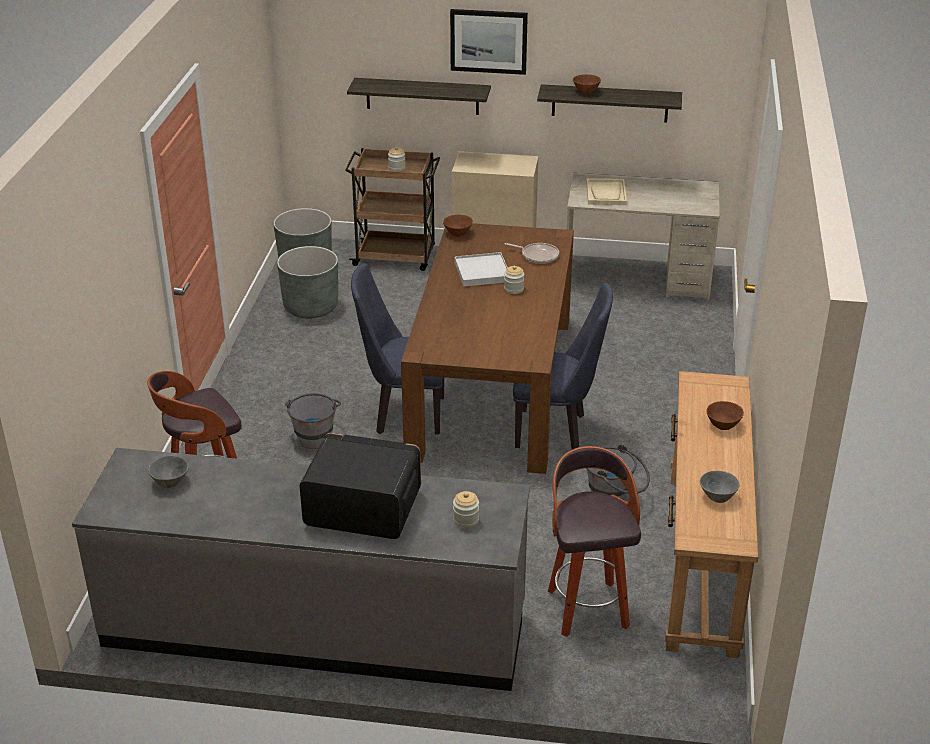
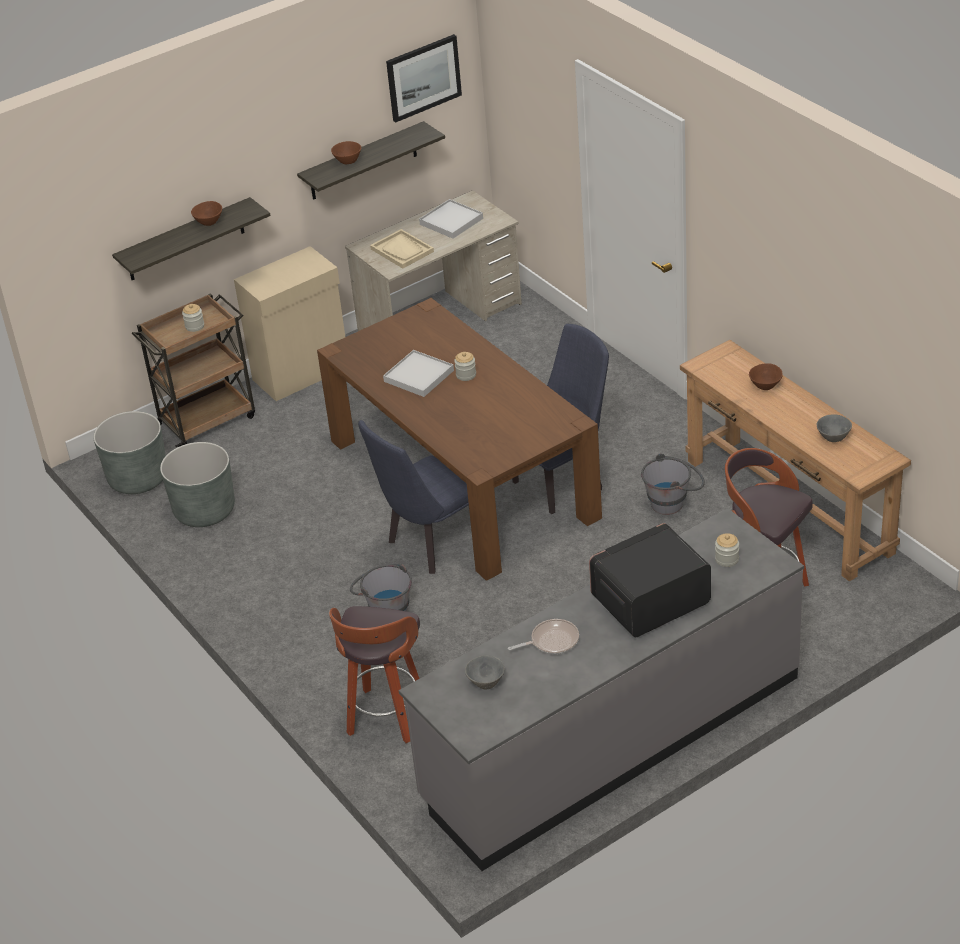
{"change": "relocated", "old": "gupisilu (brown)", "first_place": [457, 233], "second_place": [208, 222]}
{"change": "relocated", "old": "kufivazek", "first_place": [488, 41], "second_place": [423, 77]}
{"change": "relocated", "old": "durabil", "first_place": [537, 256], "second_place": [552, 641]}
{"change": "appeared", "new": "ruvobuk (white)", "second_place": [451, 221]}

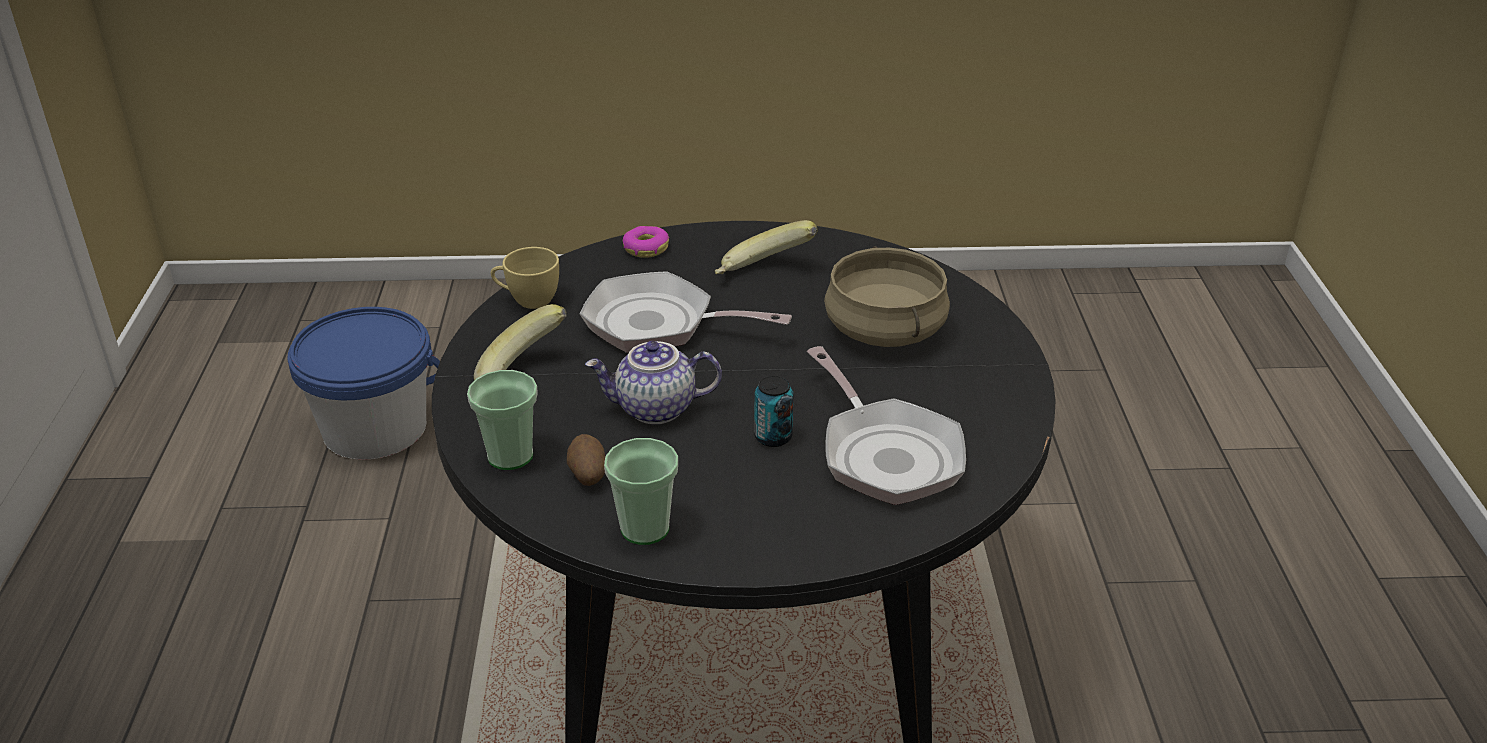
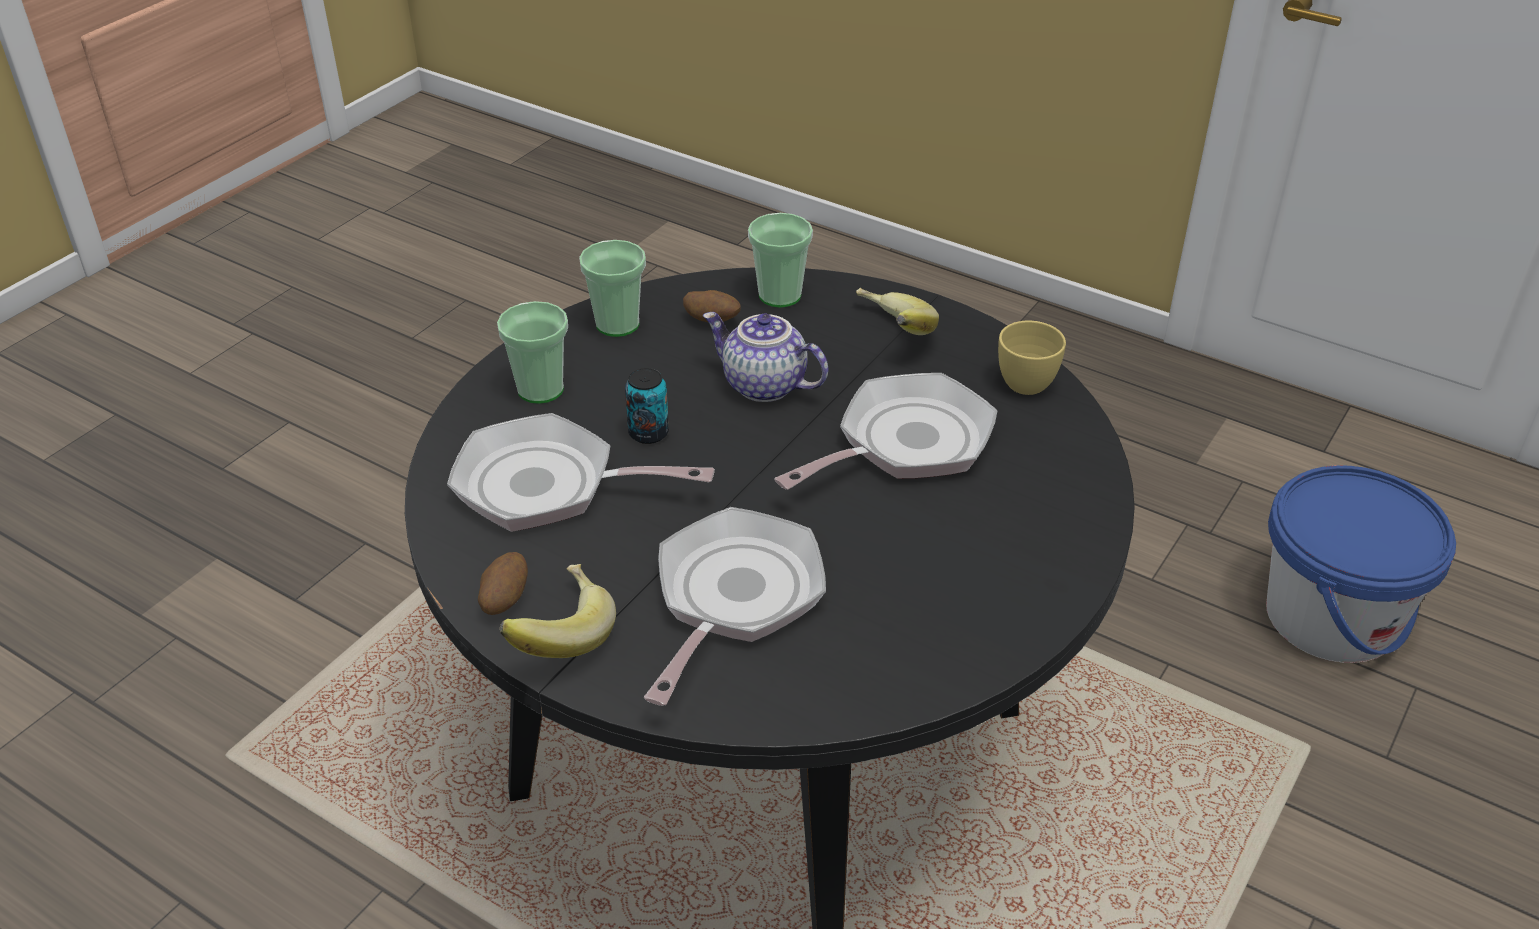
{"change": "spun", "old": "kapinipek", "first_place": [655, 409], "second_place": [762, 386], "degrees": -90}
{"change": "missing", "old": "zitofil", "first_place": [645, 248]}
{"change": "relocated", "old": "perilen", "first_place": [764, 274], "second_place": [558, 634]}
{"change": "exchanged", "old": "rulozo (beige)", "new": "durabil", "first_place": [886, 330], "second_place": [734, 598]}
{"change": "appeared", "new": "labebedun", "second_place": [504, 600]}
{"change": "appeared", "new": "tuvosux", "second_place": [540, 389]}

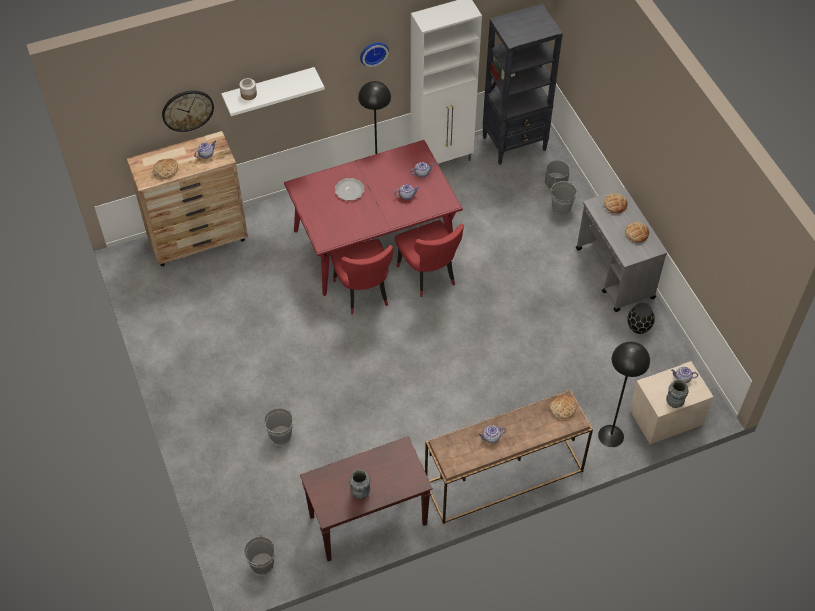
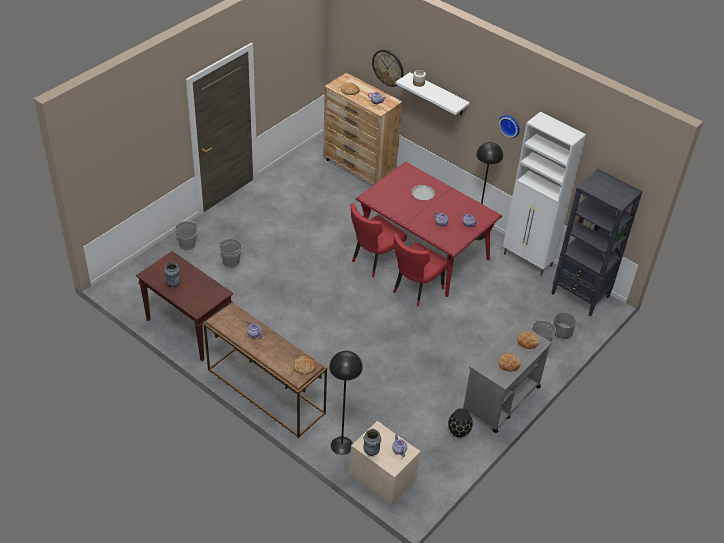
{"change": "relocated", "old": "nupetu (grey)", "first_place": [262, 563], "second_place": [187, 244]}

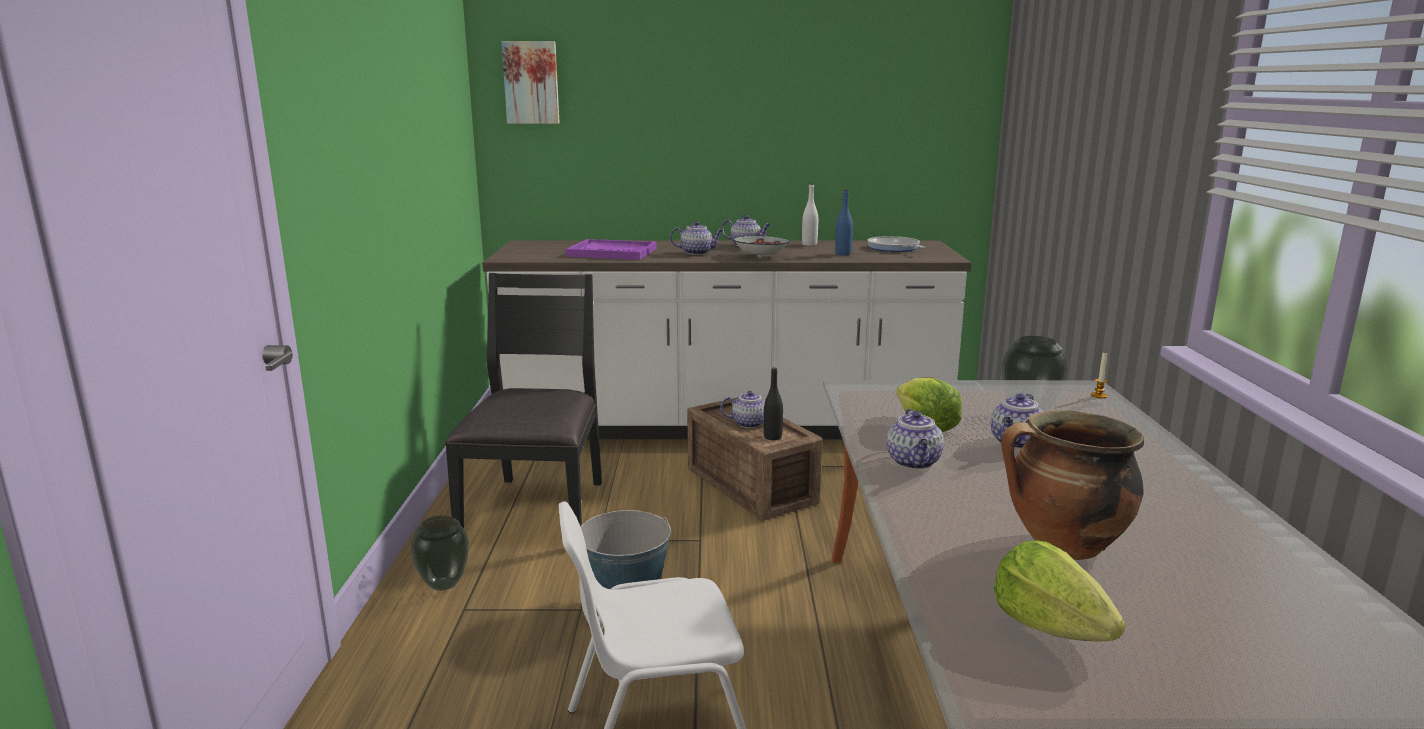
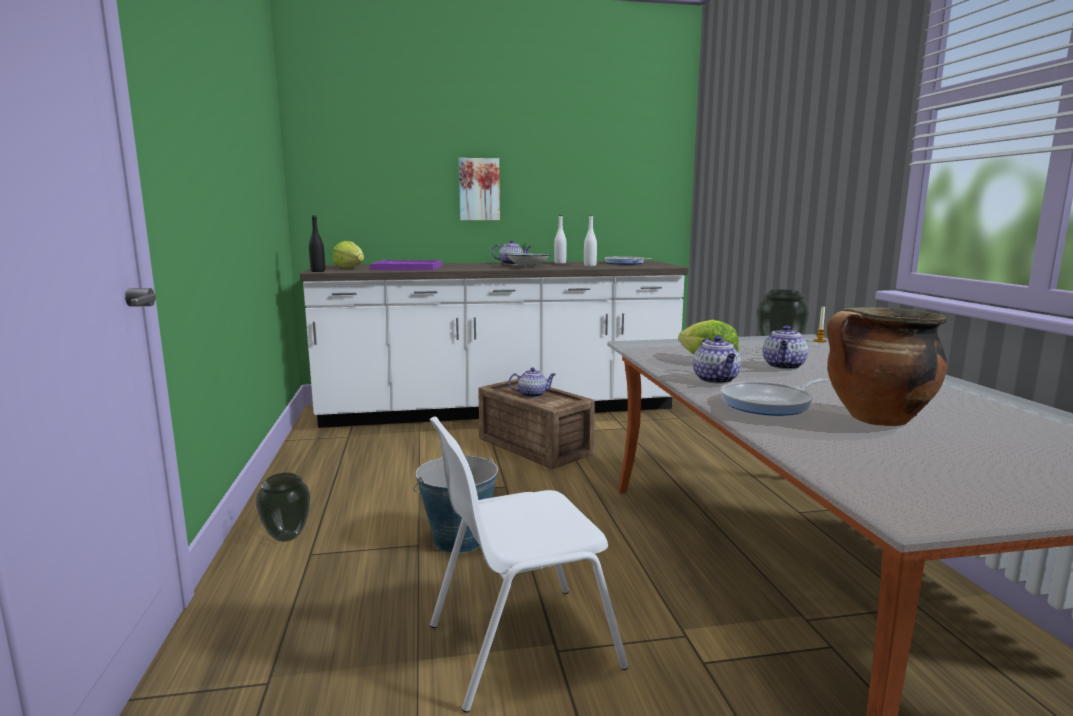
{"change": "missing", "old": "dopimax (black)", "first_place": [537, 510]}
{"change": "relocated", "old": "kufivazek", "first_place": [531, 83], "second_place": [479, 189]}
{"change": "missing", "old": "kapinipek", "first_place": [697, 252]}
{"change": "relocated", "old": "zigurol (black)", "first_place": [772, 437], "second_place": [318, 271]}
{"change": "colour", "old": "zigurol (blue)", "new": "zigurol (white)", "first_place": [843, 254], "second_place": [590, 265]}
{"change": "relocated", "old": "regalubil", "first_place": [1049, 626], "second_place": [350, 268]}
{"change": "appeared", "new": "durabil", "second_place": [770, 403]}

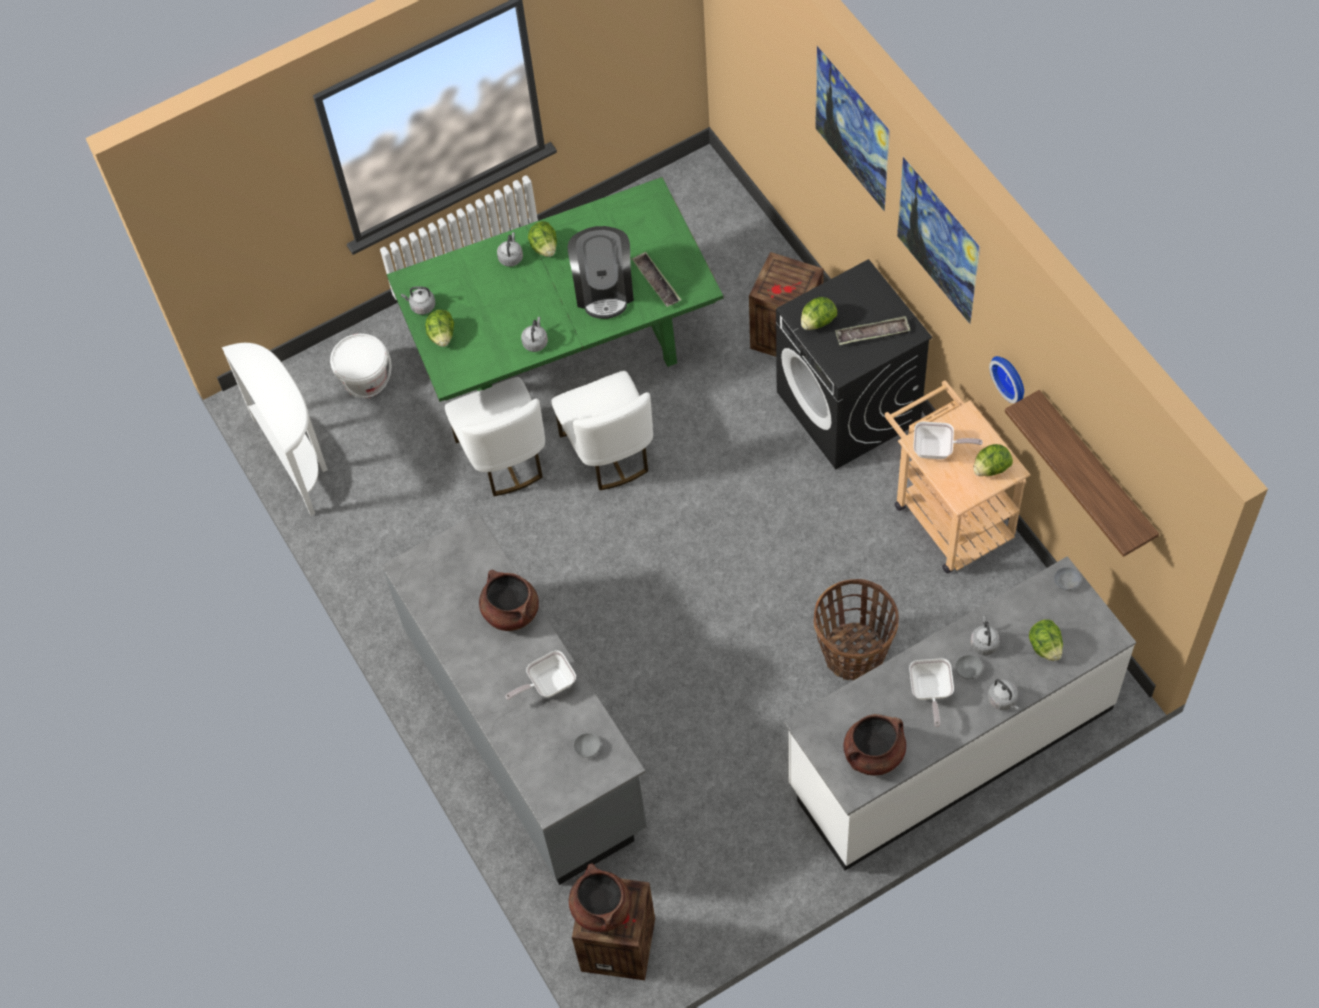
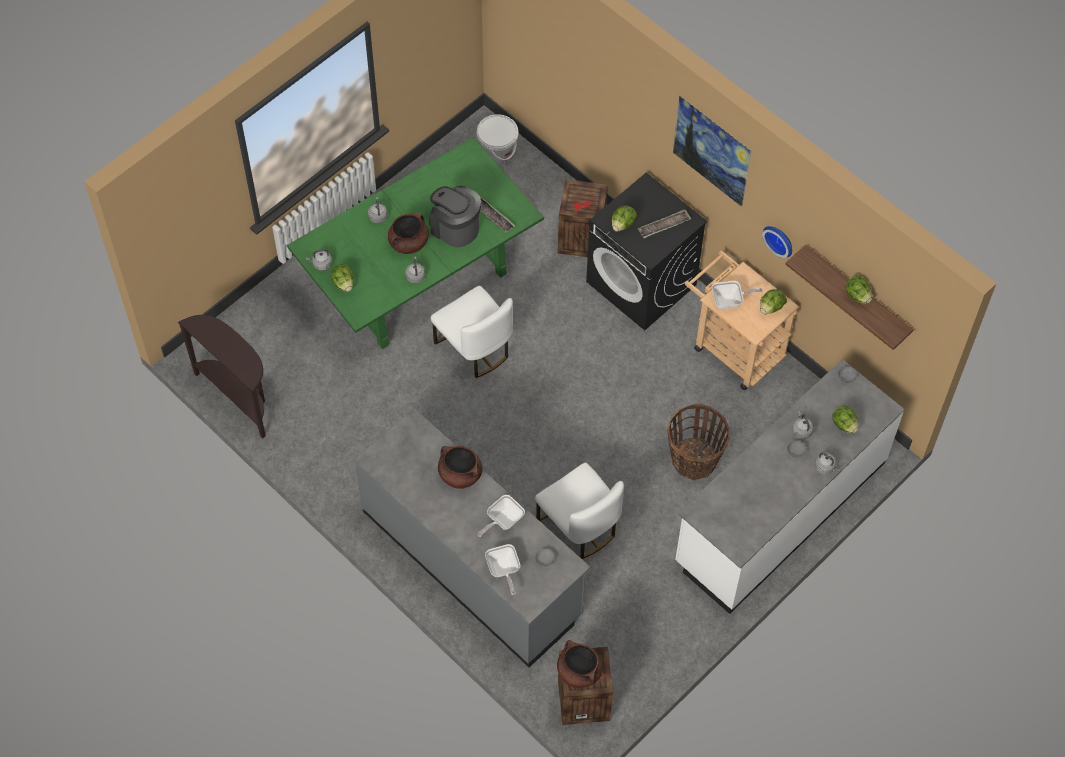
{"change": "colour", "old": "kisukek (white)", "new": "kisukek (brown)", "first_place": [297, 458], "second_place": [238, 397]}
{"change": "relocated", "old": "nupetu (white)", "first_place": [365, 380], "second_place": [497, 149]}
{"change": "relocated", "old": "dopimax (white)", "first_place": [504, 457], "second_place": [579, 526]}
{"change": "relocated", "old": "regalubil", "first_place": [544, 247], "second_place": [857, 296]}
{"change": "spun", "old": "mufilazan", "first_place": [604, 289], "second_place": [455, 227], "degrees": 150}
{"change": "missing", "old": "kufivazek", "first_place": [850, 149]}
{"change": "relocated", "old": "rulozo (brown)", "first_place": [873, 754], "second_place": [408, 243]}
{"change": "relocated", "old": "durabil", "first_place": [930, 692], "second_place": [503, 570]}

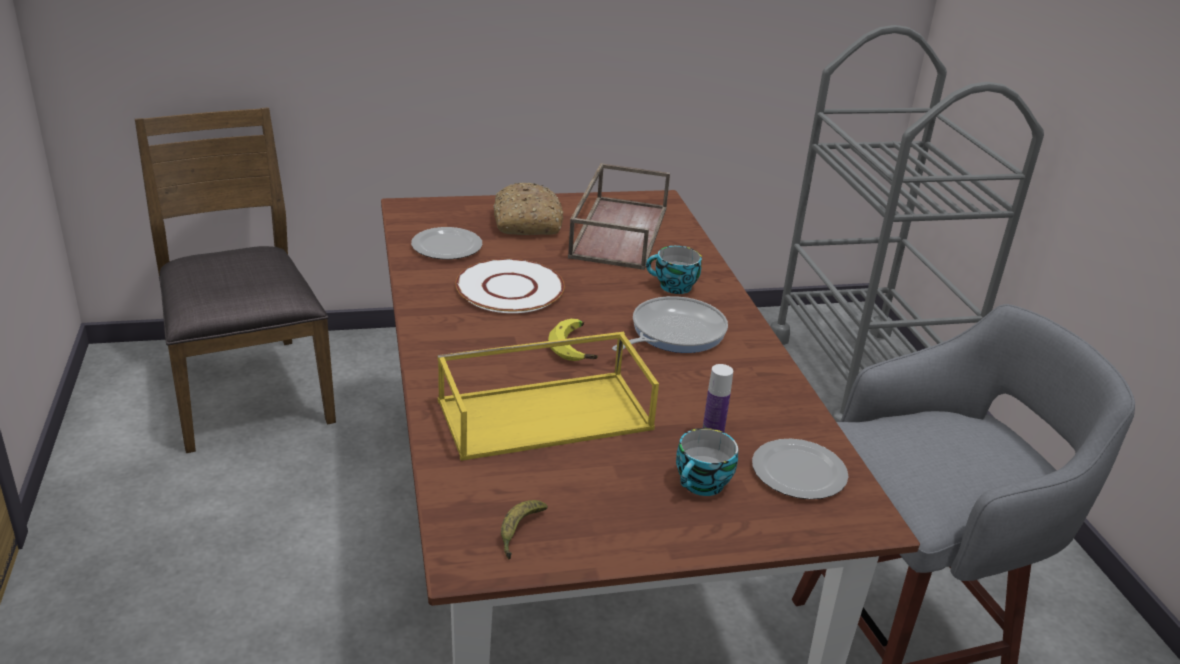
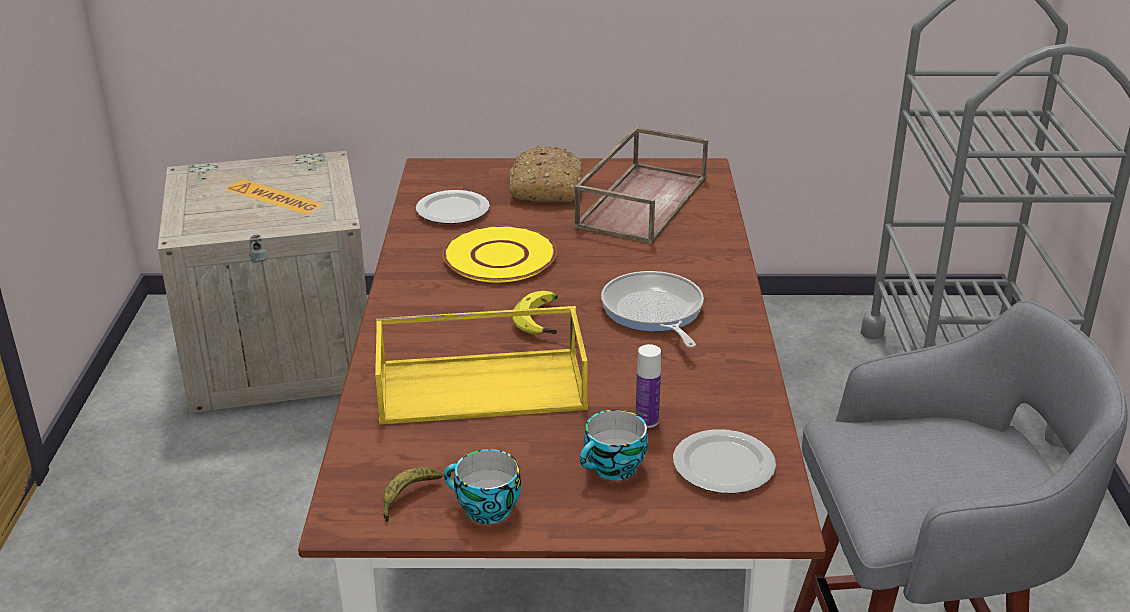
{"change": "exchanged", "old": "dopimax (brown)", "new": "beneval", "first_place": [247, 390], "second_place": [284, 350]}
{"change": "colour", "old": "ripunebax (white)", "new": "ripunebax (yellow)", "first_place": [509, 288], "second_place": [499, 256]}
{"change": "spun", "old": "durabil", "first_place": [673, 333], "second_place": [653, 312], "degrees": -75}
{"change": "relocated", "old": "tuvosux", "first_place": [673, 287], "second_place": [484, 510]}

